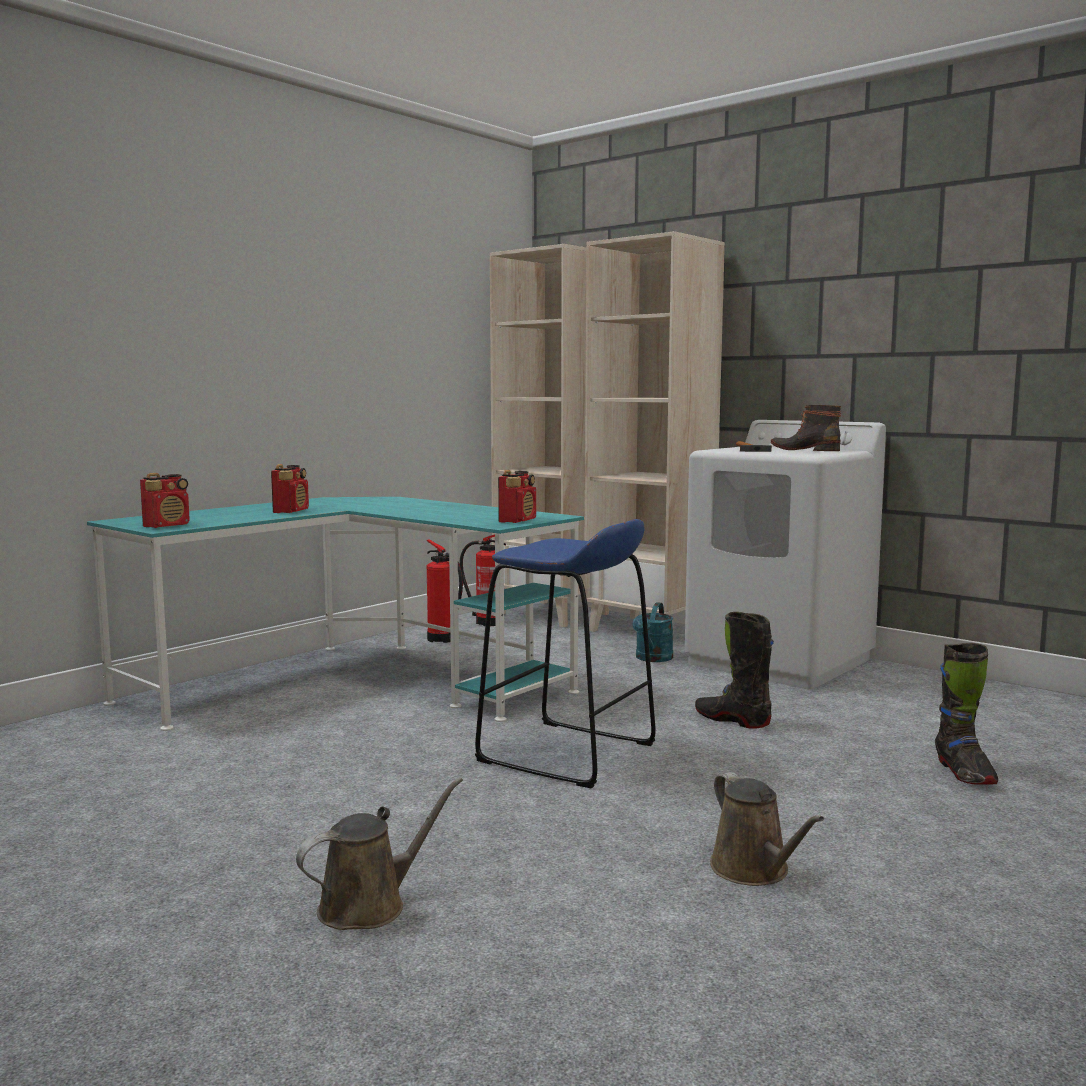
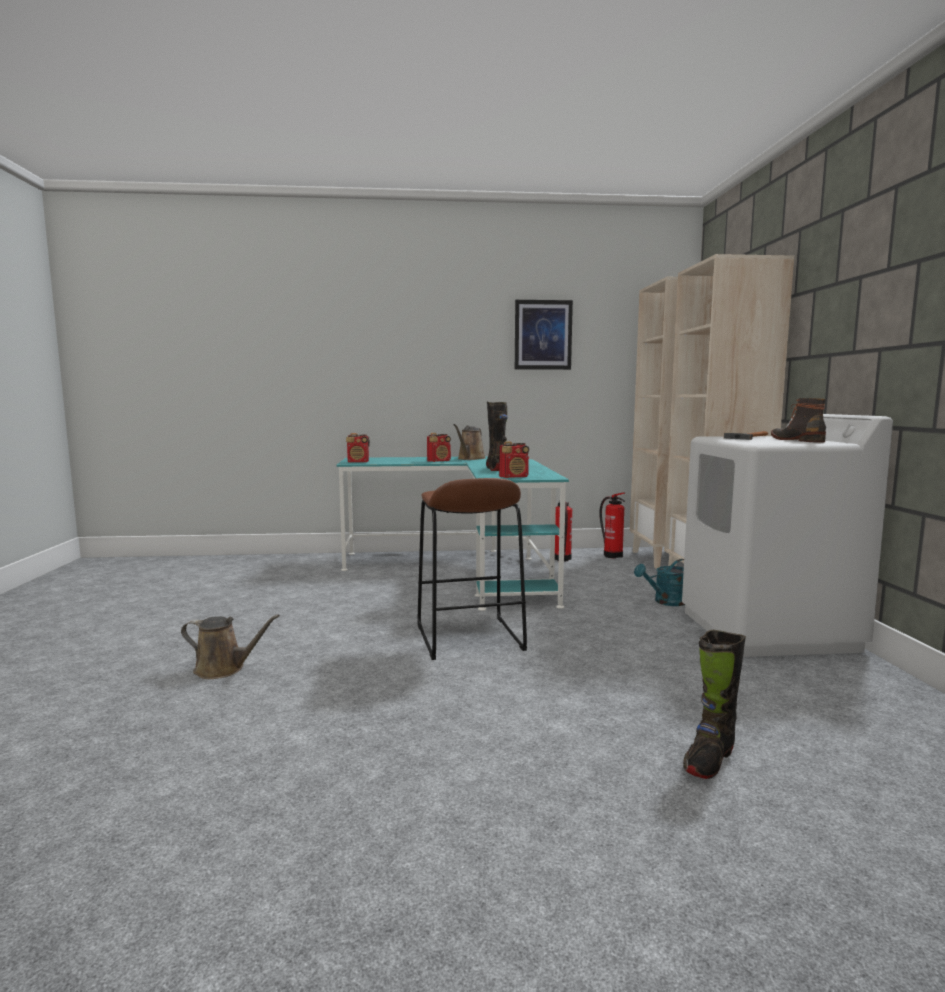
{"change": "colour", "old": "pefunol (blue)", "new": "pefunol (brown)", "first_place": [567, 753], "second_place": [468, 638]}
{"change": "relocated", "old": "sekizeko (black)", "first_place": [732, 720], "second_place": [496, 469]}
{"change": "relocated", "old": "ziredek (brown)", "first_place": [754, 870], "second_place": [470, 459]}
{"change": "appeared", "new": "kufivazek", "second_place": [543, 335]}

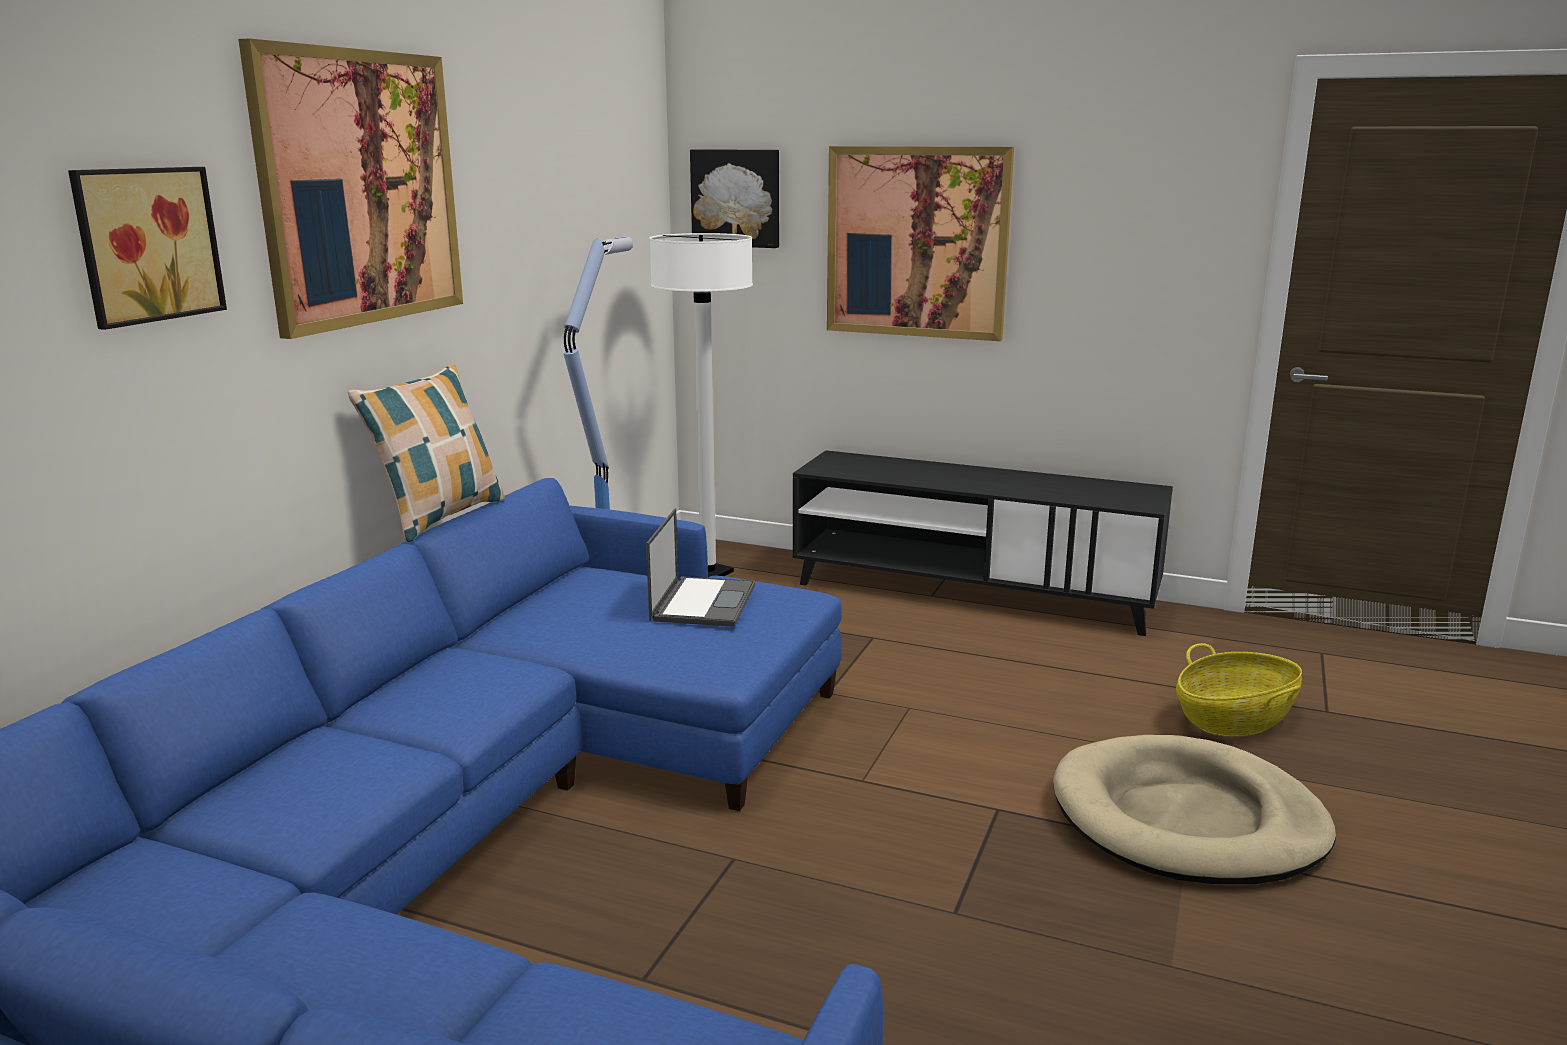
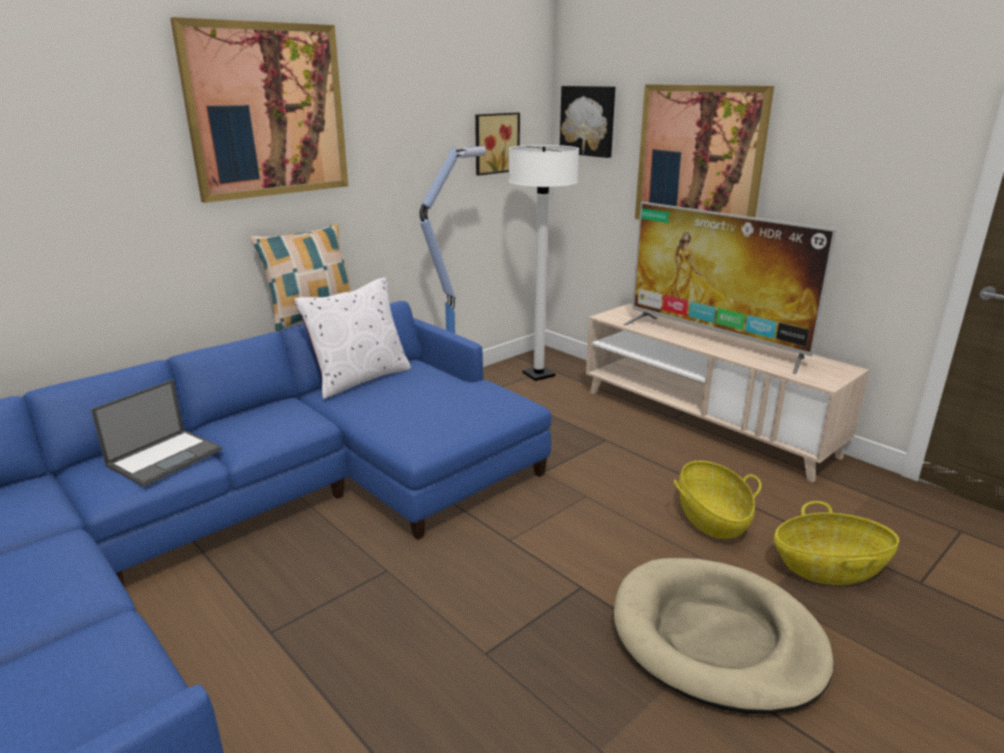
{"change": "relocated", "old": "kufivazek", "first_place": [145, 244], "second_place": [495, 143]}
{"change": "relocated", "old": "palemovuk", "first_place": [703, 602], "second_place": [165, 457]}
{"change": "colour", "old": "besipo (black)", "new": "besipo (beige)", "first_place": [972, 593], "second_place": [704, 422]}
{"change": "appeared", "new": "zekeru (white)", "second_place": [359, 379]}
{"change": "appeared", "new": "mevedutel", "second_place": [714, 341]}
{"change": "appeared", "new": "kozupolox", "second_place": [711, 518]}

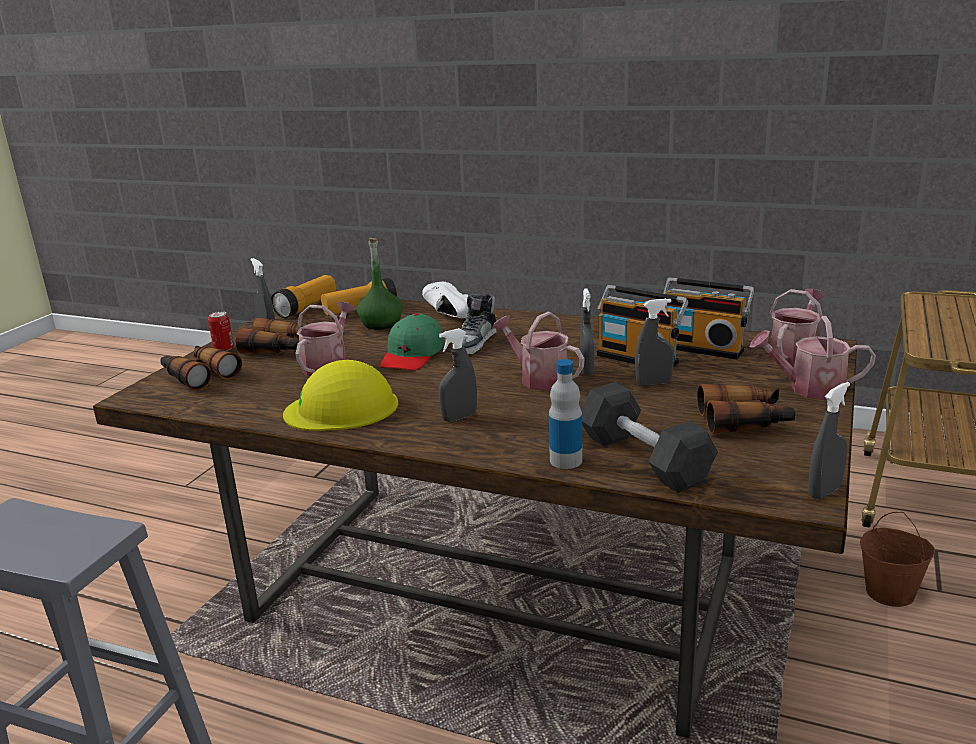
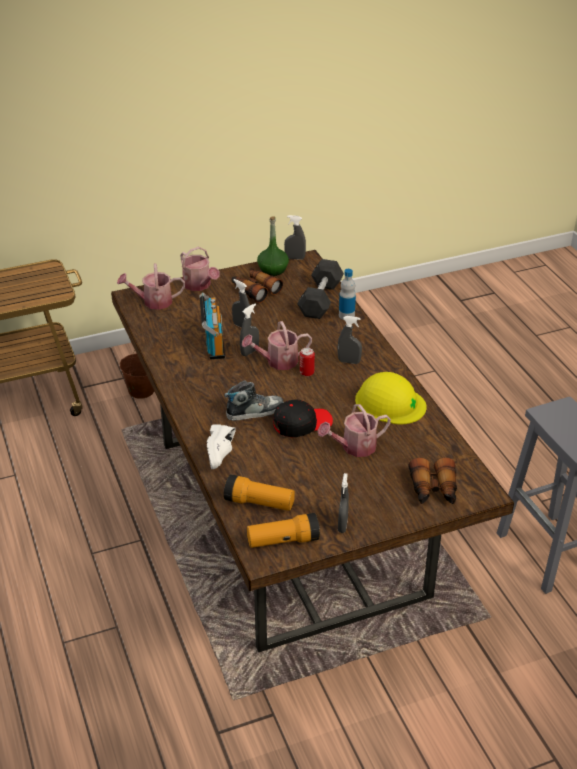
{"change": "relocated", "old": "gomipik", "first_place": [223, 348], "second_place": [307, 372]}
{"change": "missing", "old": "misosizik", "first_place": [280, 348]}
{"change": "relocated", "old": "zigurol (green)", "first_place": [381, 323], "second_place": [272, 270]}
{"change": "colour", "old": "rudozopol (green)", "new": "rudozopol (black)", "first_place": [412, 355], "second_place": [301, 423]}
{"change": "spun", "old": "ziredek", "first_place": [539, 378], "second_place": [277, 361], "degrees": 75}
{"change": "missing", "old": "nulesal", "first_place": [703, 348]}

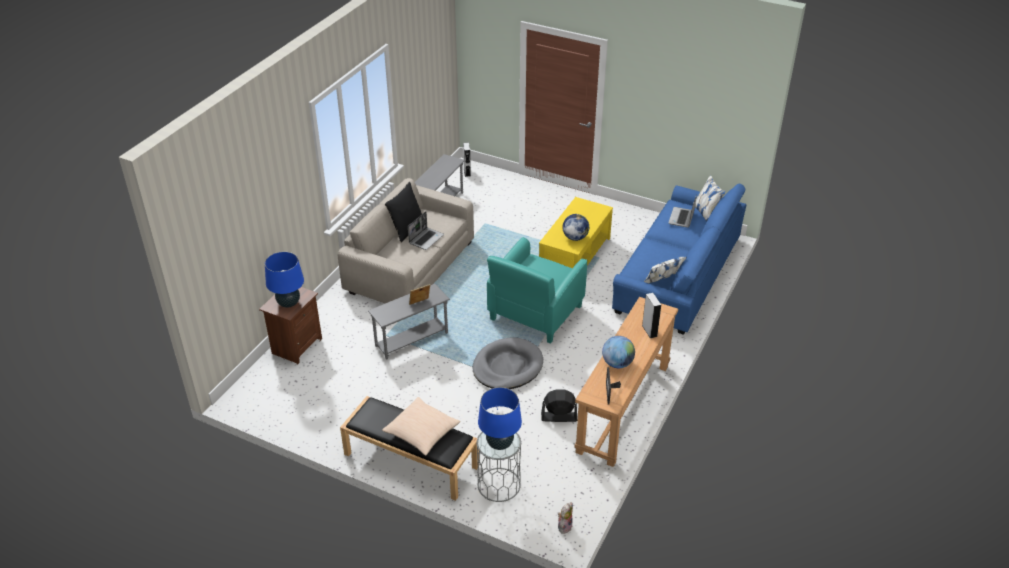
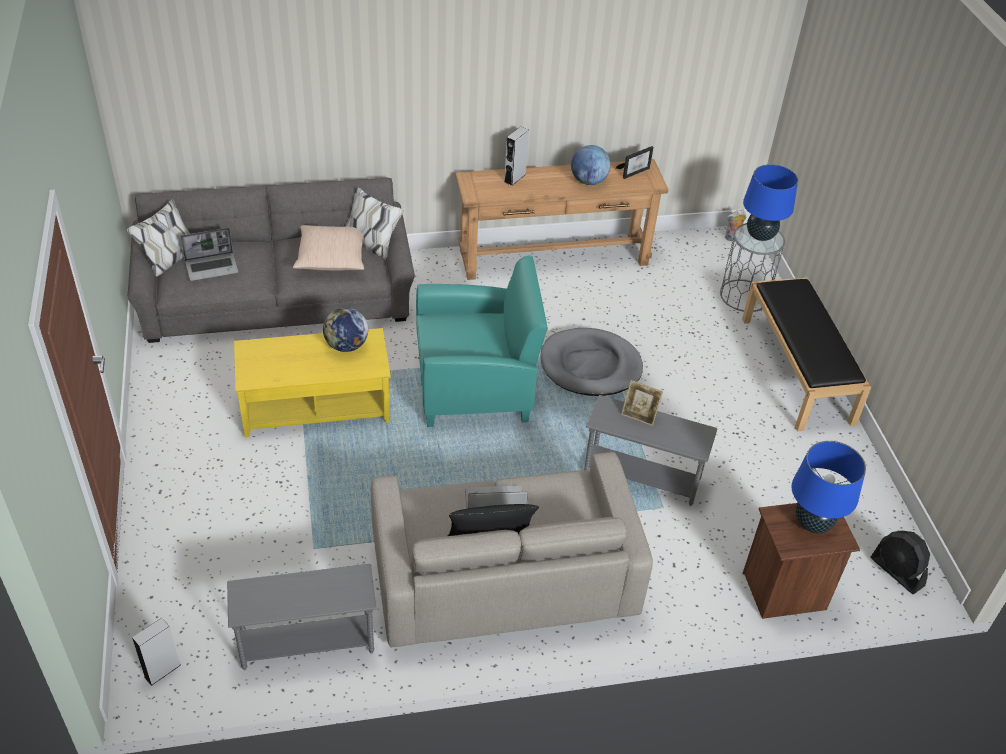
{"change": "relocated", "old": "zekeru (beige)", "first_place": [422, 432], "second_place": [332, 256]}
{"change": "relocated", "old": "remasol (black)", "first_place": [559, 417], "second_place": [897, 572]}
{"change": "colour", "old": "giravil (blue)", "new": "giravil (grey)", "first_place": [677, 274], "second_place": [277, 297]}

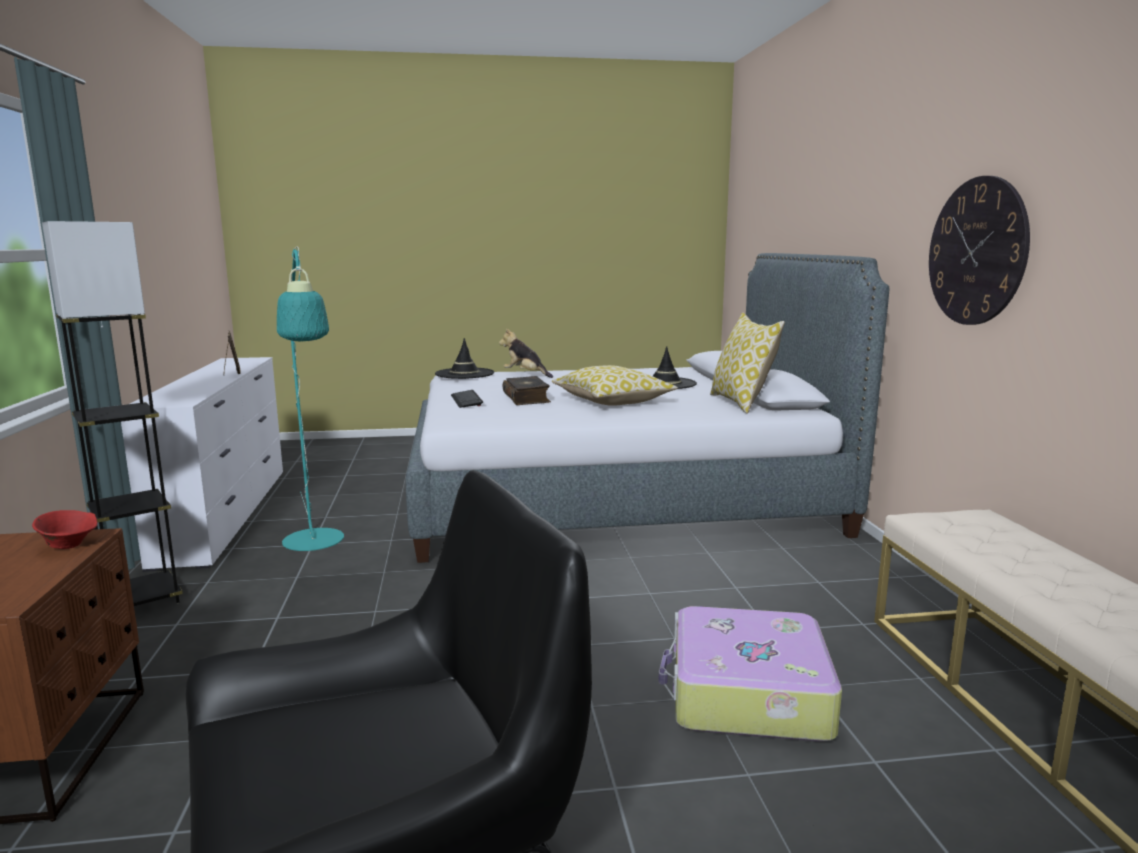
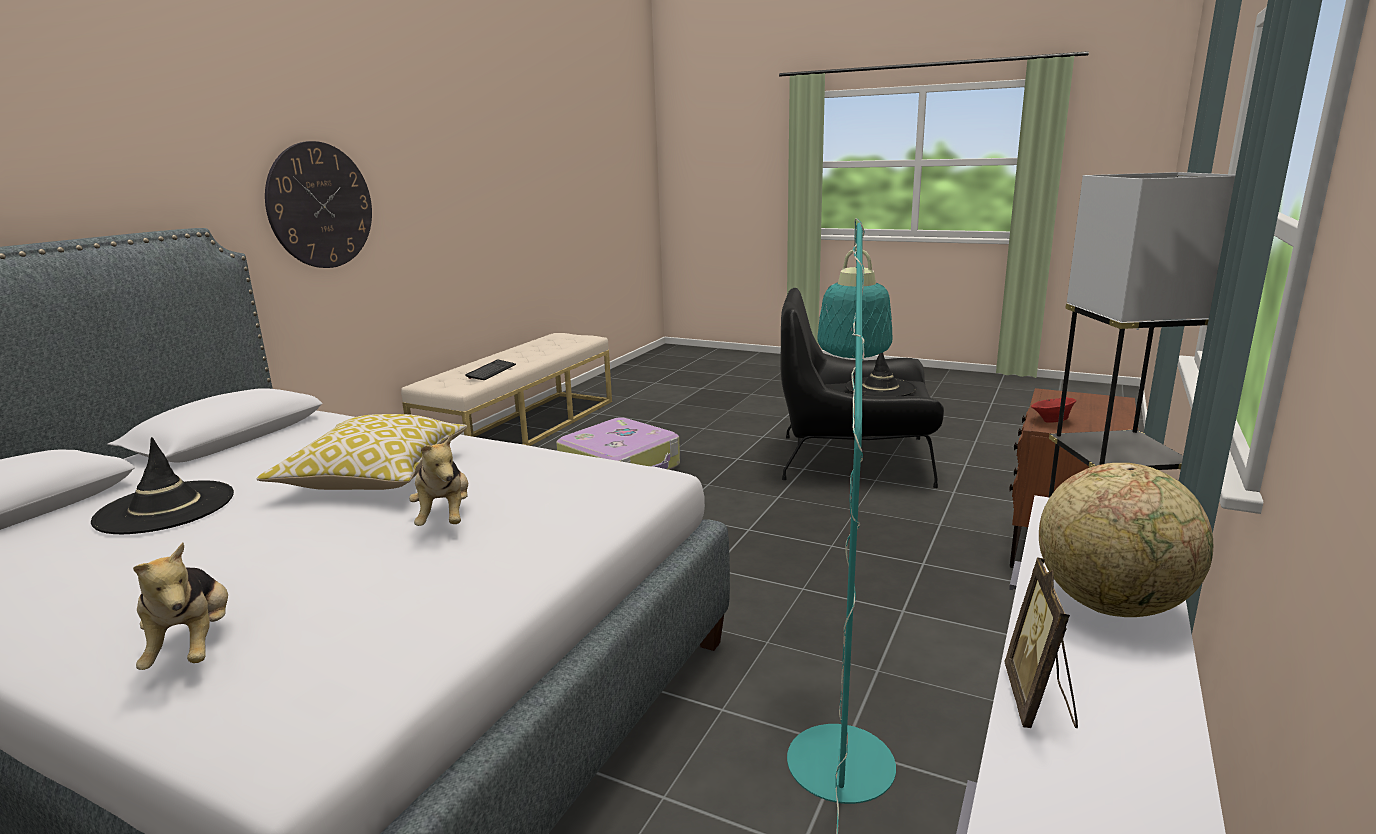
{"change": "relocated", "old": "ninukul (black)", "first_place": [464, 374], "second_place": [880, 388]}
{"change": "relocated", "old": "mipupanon", "first_place": [466, 400], "second_place": [491, 371]}
{"change": "exchanged", "old": "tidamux", "new": "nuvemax", "first_place": [527, 398], "second_place": [445, 518]}
{"change": "missing", "old": "zekeru", "first_place": [742, 403]}
{"change": "appeared", "new": "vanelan", "second_place": [1112, 604]}

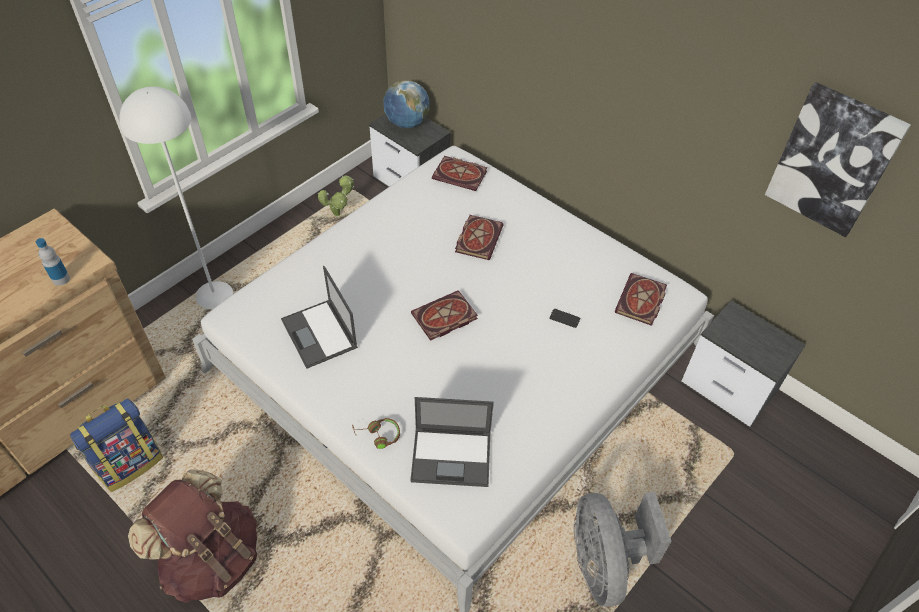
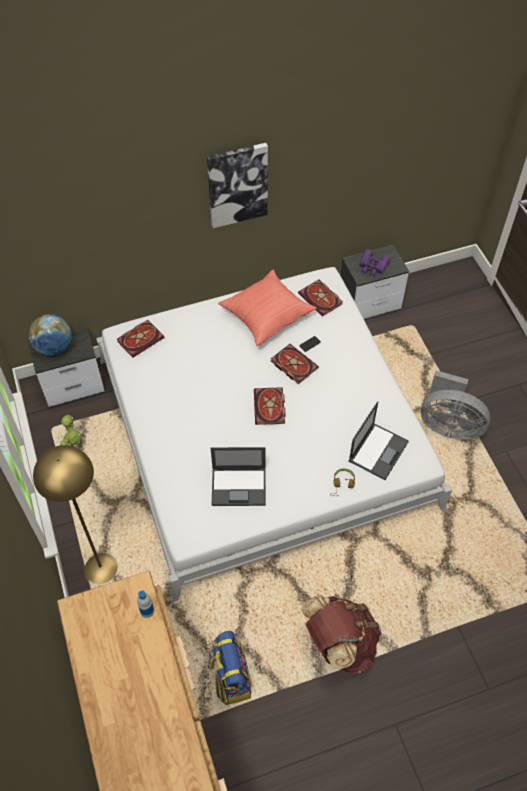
{"change": "colour", "old": "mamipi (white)", "new": "mamipi (yellow)", "first_place": [214, 296], "second_place": [101, 568]}
{"change": "relocated", "old": "tidamux", "first_place": [478, 238], "second_place": [292, 364]}
{"change": "relocated", "old": "kufivazek", "first_place": [833, 160], "second_place": [237, 185]}
{"change": "appeared", "new": "zekeru (red)", "second_place": [266, 316]}
{"change": "appeared", "new": "misosizik (purple)", "second_place": [372, 267]}

